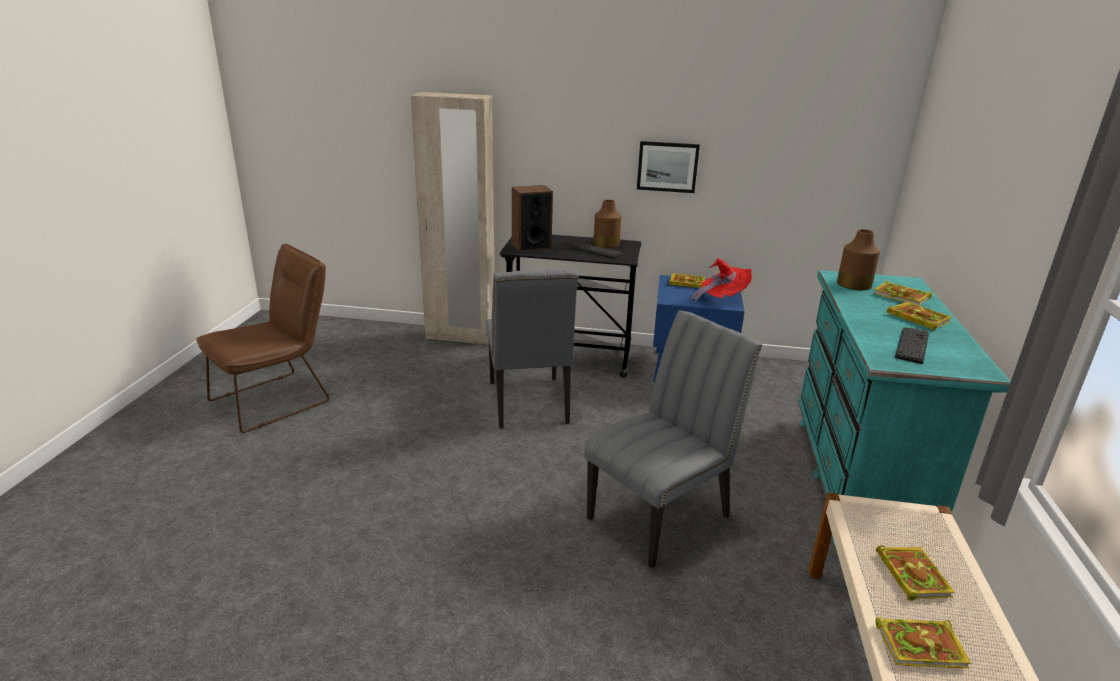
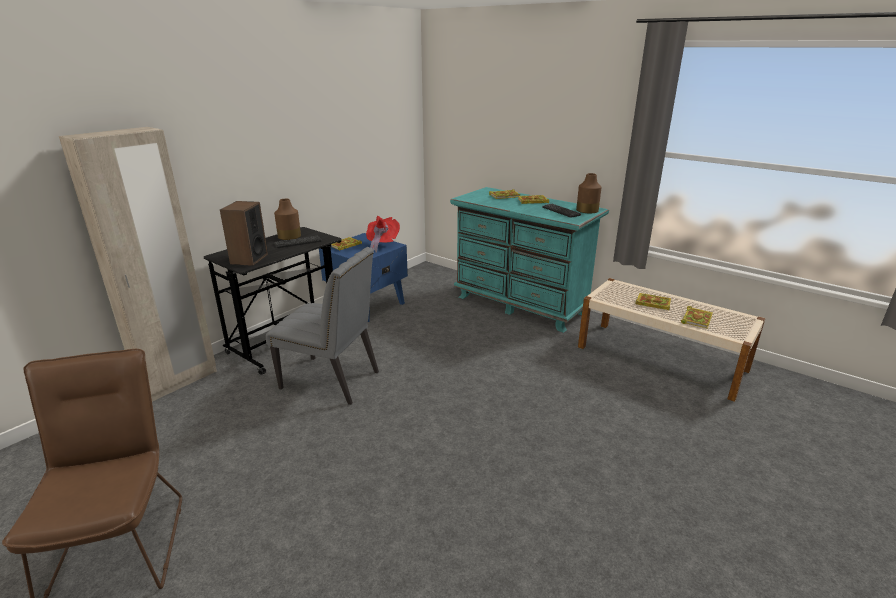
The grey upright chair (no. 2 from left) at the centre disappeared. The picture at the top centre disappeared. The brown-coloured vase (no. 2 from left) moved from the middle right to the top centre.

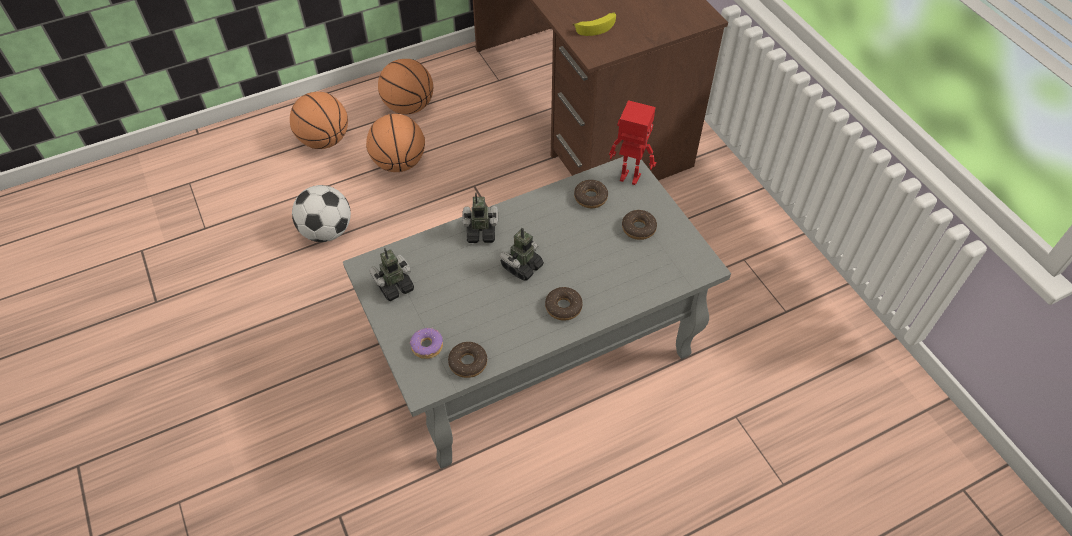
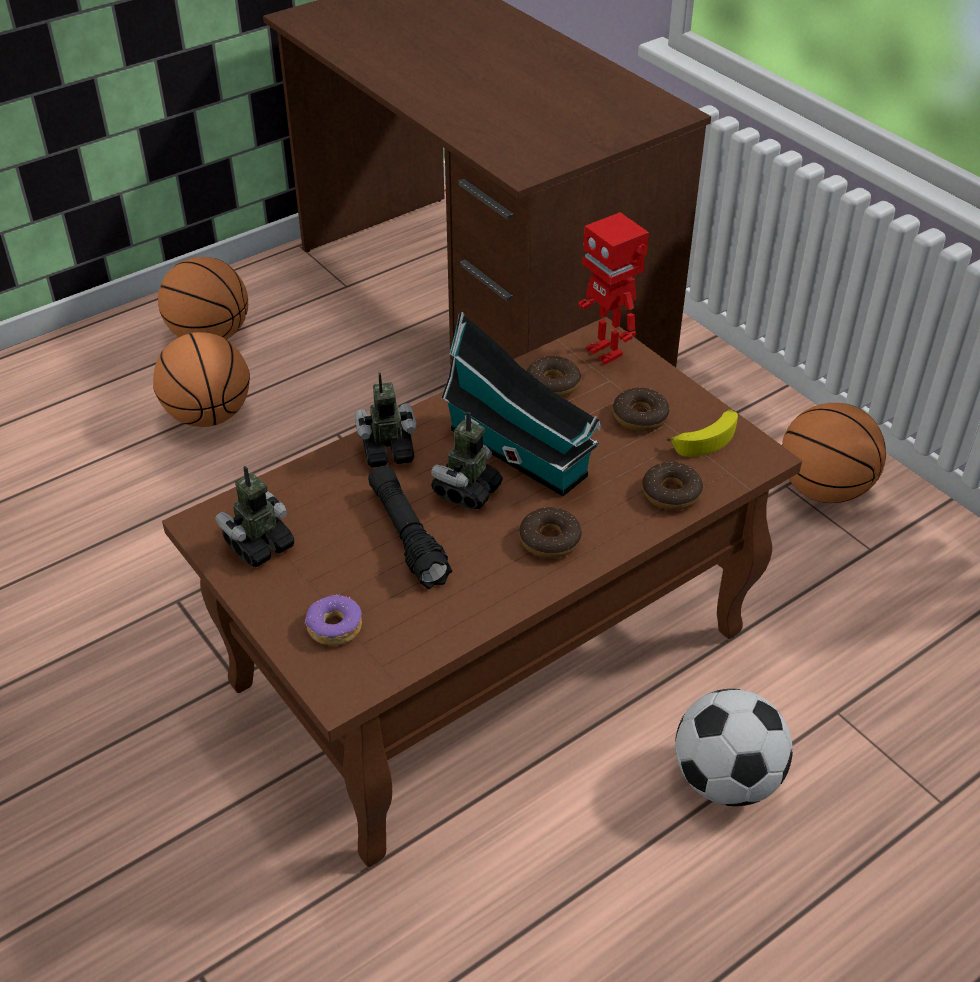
The ball for basketball (no. 1 from left in the first image) moved from the top left to the middle right. The ball for football moved from the middle left to the bottom right. The grey coffee table at the centre became the brown-coloured coffee table at the centre. The doughnut (no. 2 from left in the first image) moved from the bottom centre to the middle right. The banana moved from the top centre to the middle right. The toy robot (no. 4 from left) at the top centre turned 135 degrees counterclockwise. The black-coloured flashlight at the centre appeared. The toy house at the centre appeared.

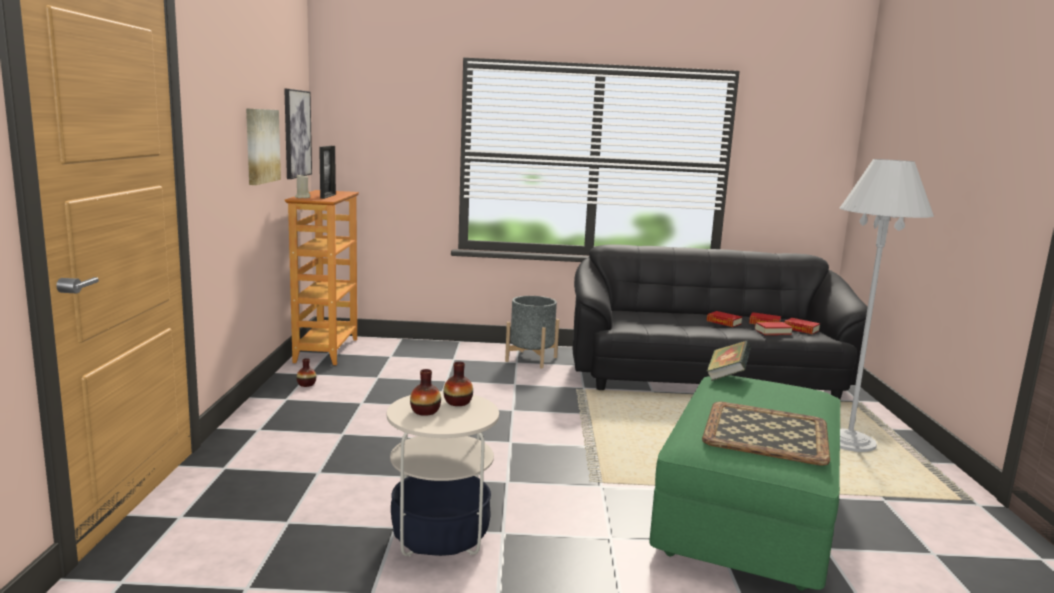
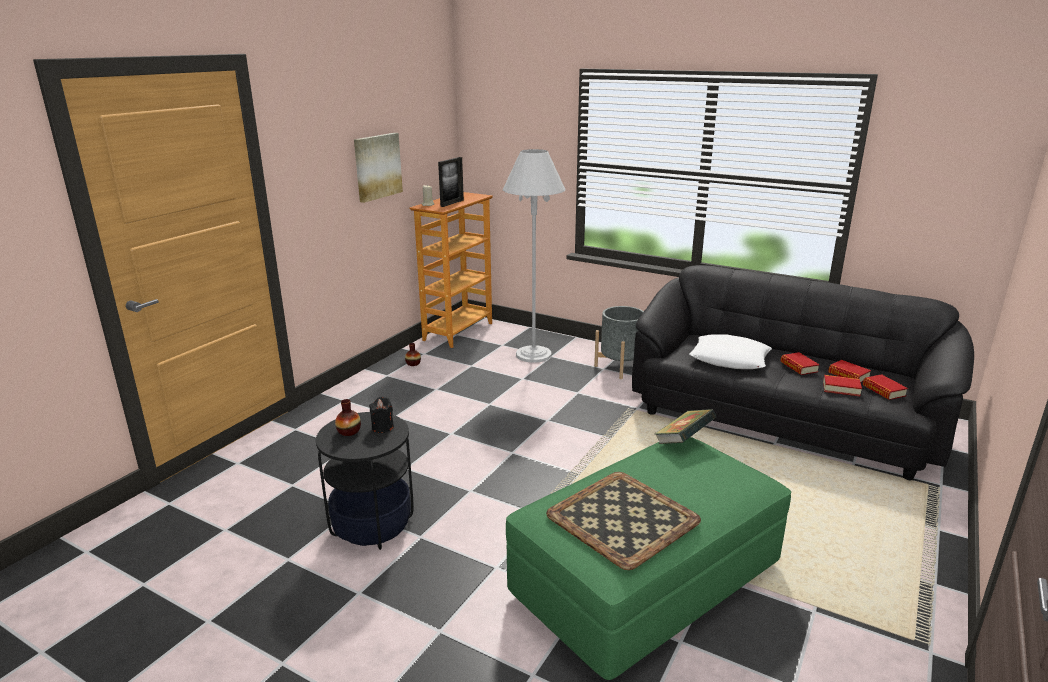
The picture (no. 2 from left) at the top left disappeared. The sand-coloured end table at the bottom centre became the black-coloured end table at the bottom centre. The vase (no. 3 from left) at the centre was replaced by the black-coloured candle at the centre. The whitish standard lamp moved from the middle right to the centre. The whitish pillow at the middle right appeared.

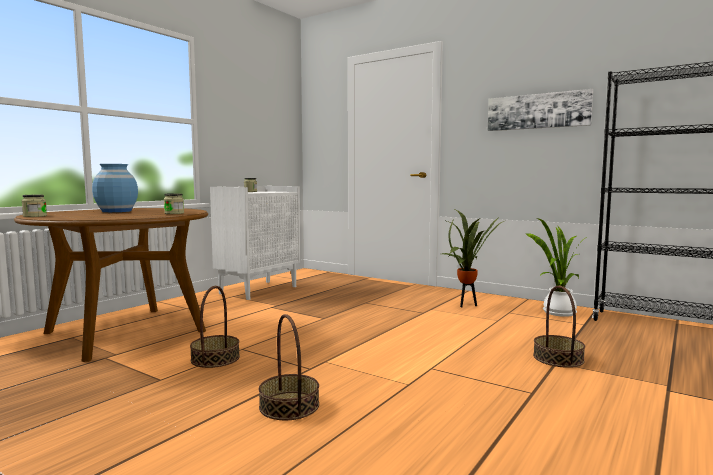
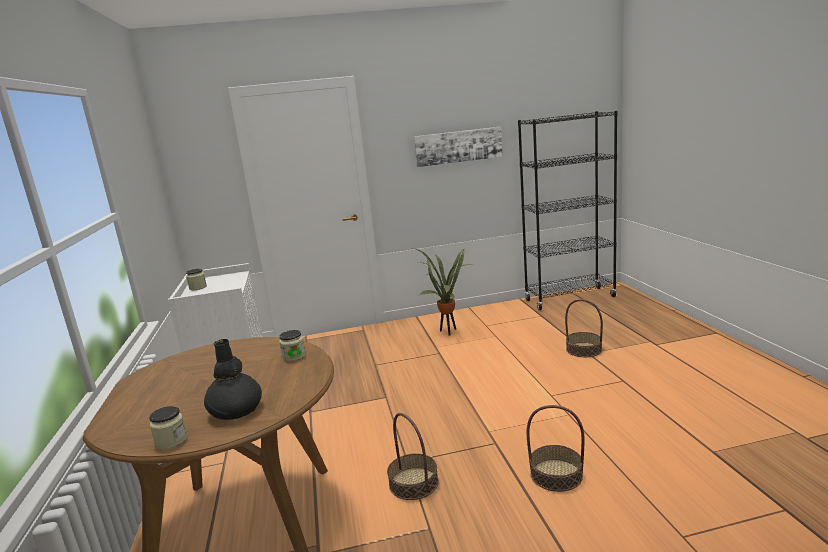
The blue vase at the middle left disappeared. The plant in a pot (no. 2 from left) at the middle right disappeared. The black-coloured vase at the bottom left appeared.

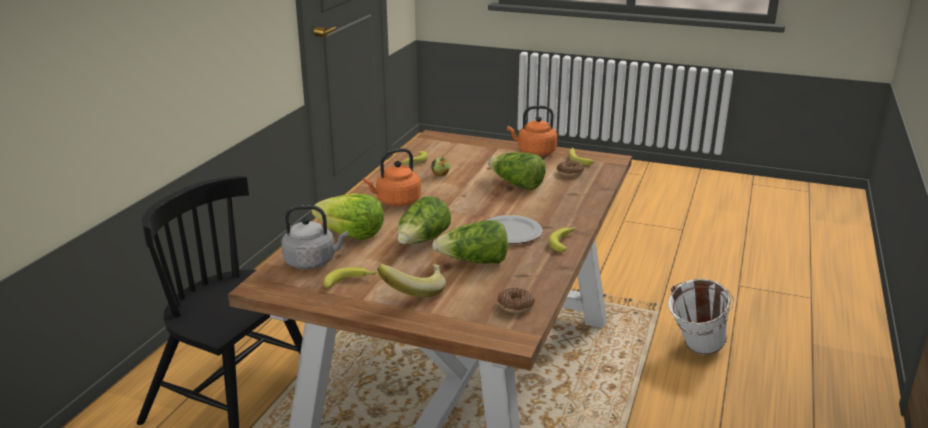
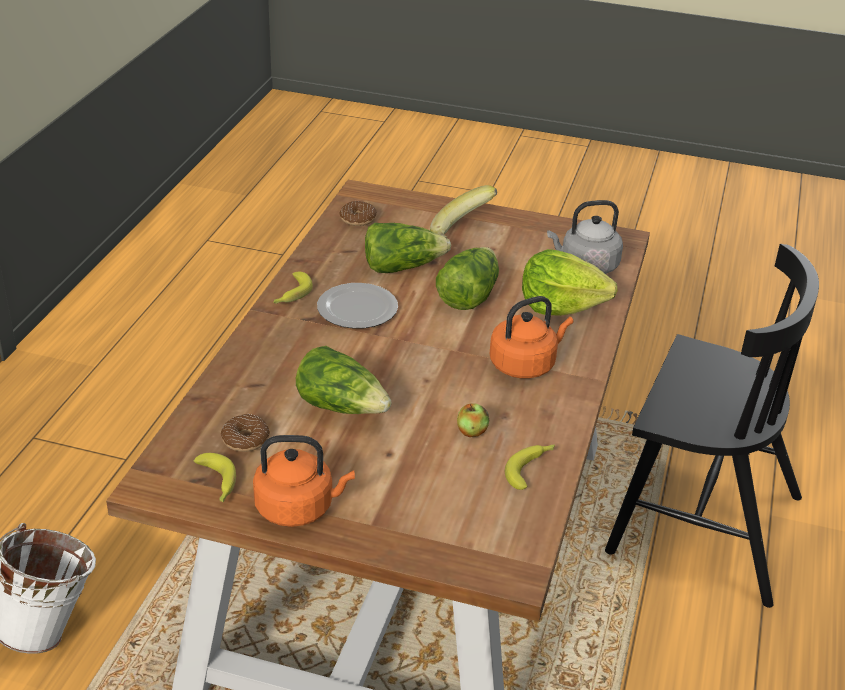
The banana (no. 1 from left) at the centre disappeared.

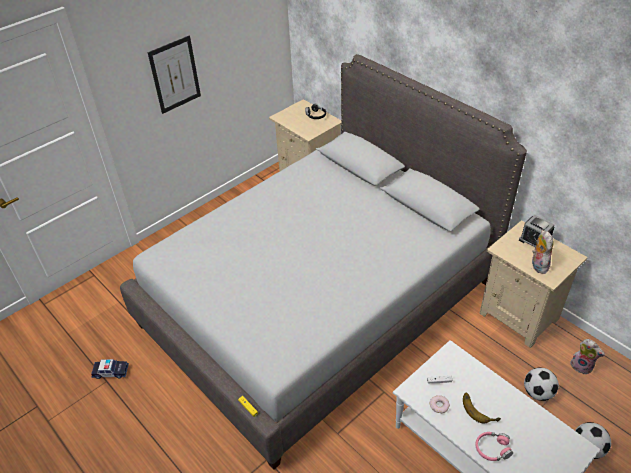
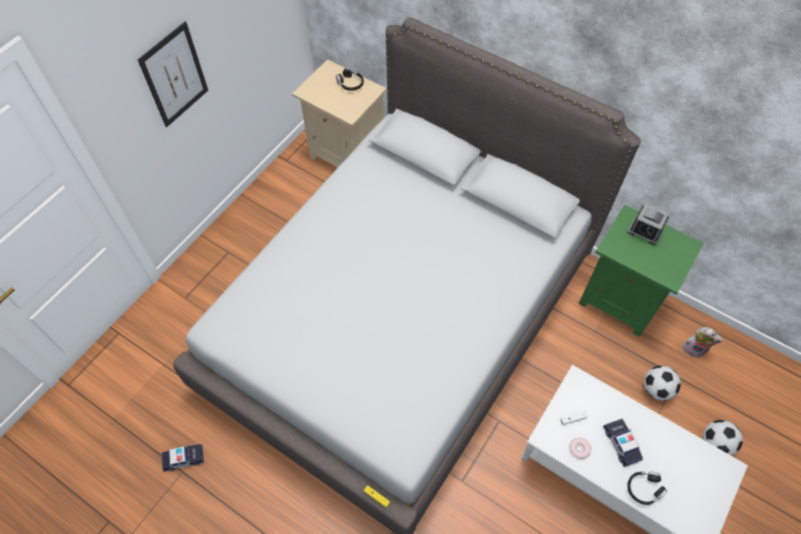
The banana at the bottom right was replaced by the toy car (no. 2 from left) at the bottom right. The pink-coloured headset at the bottom right became the black-coloured headset (no. 2 from left) at the bottom right. The sand-coloured bedside table (no. 2 from left) at the middle right became the green bedside table at the middle right. The cuddly toy (no. 1 from left) at the middle right disappeared.

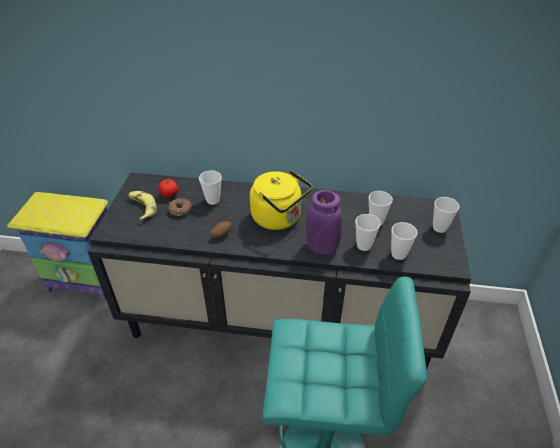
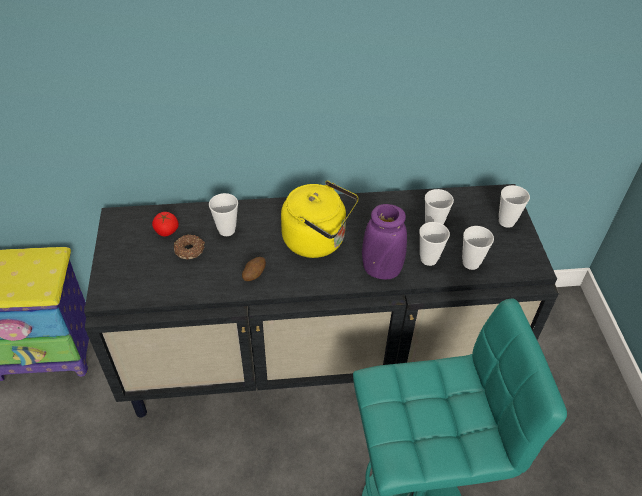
The banana at the middle left disappeared.

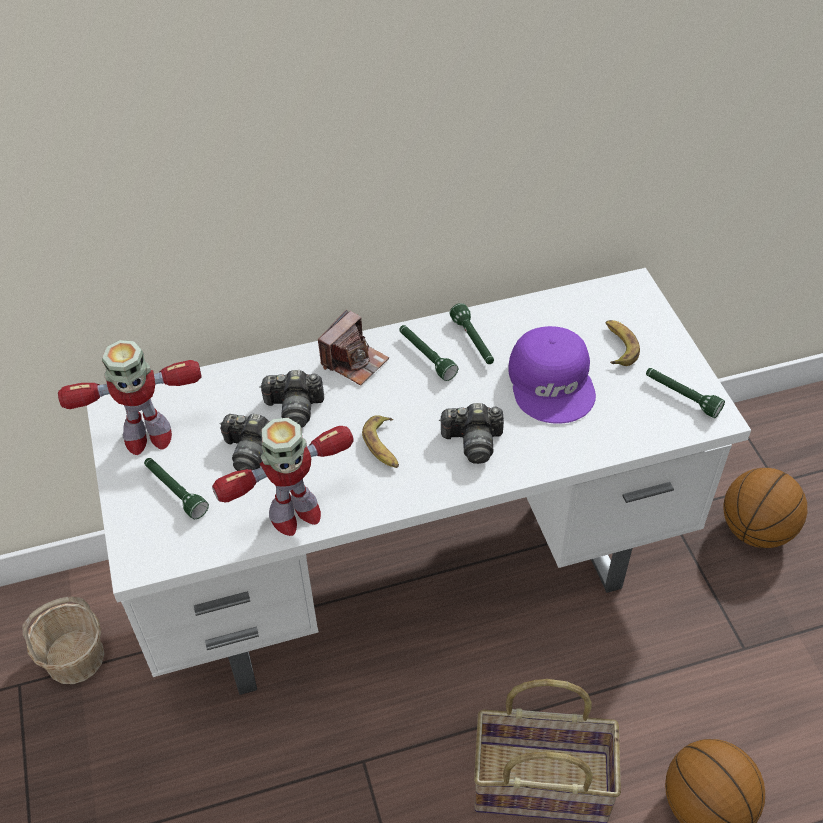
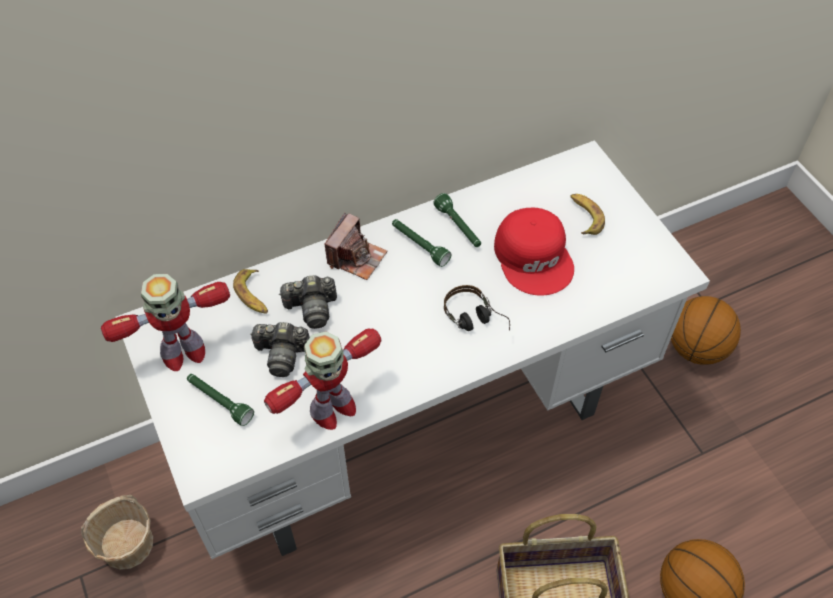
The banana (no. 1 from left) moved from the centre to the middle left. The photo camera (no. 4 from left) at the centre was replaced by the headset at the centre. The purplish peaked cap at the middle right became the red-coloured peaked cap at the centre. The green flashlight (no. 4 from left) at the middle right disappeared.

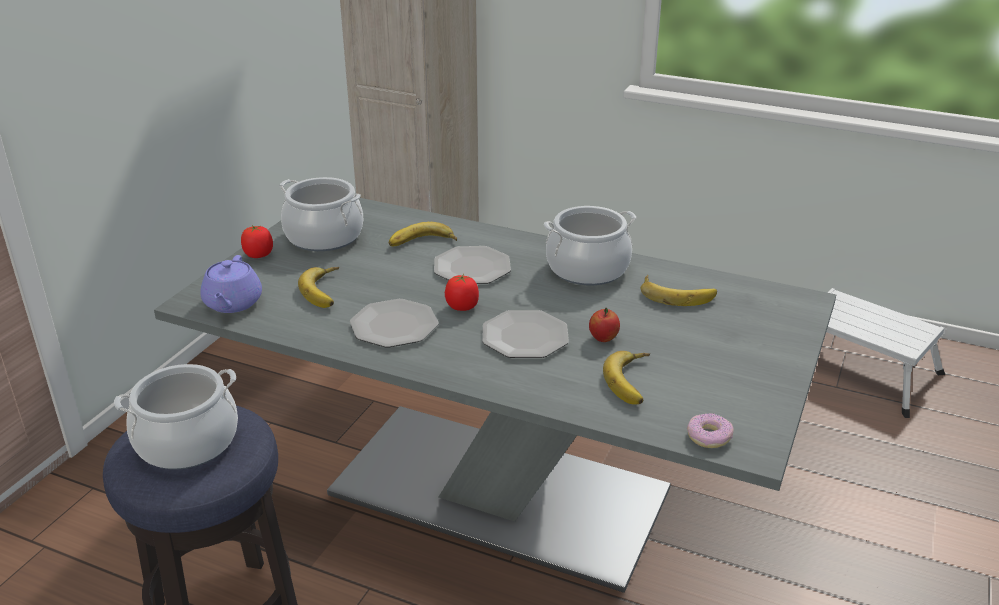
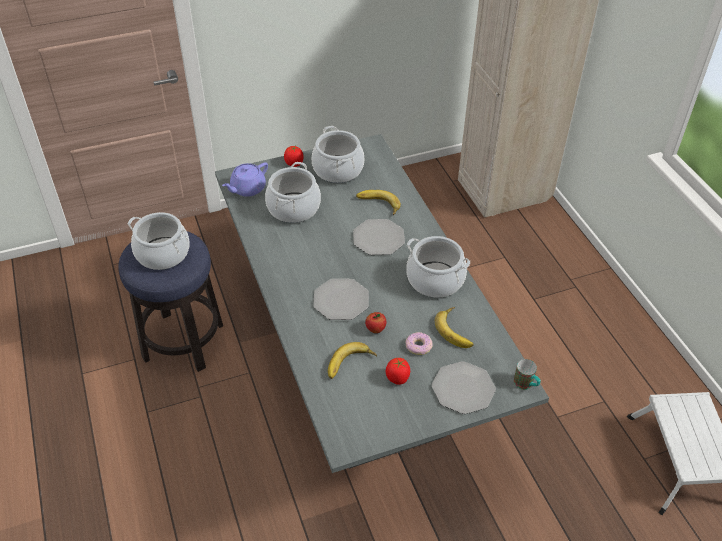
The banana (no. 1 from left) at the middle left was replaced by the stockpot (no. 2 from left) at the centre. The flat dish (no. 1 from left in the first image) moved from the centre to the bottom centre. The whole tomato (no. 2 from left) moved from the centre to the bottom centre. The doughnut moved from the bottom right to the centre. The mug at the bottom right appeared.

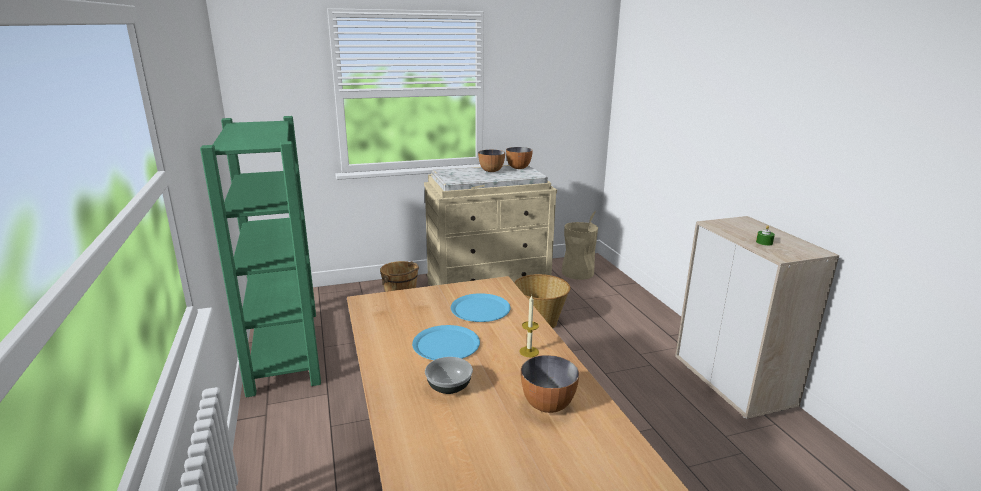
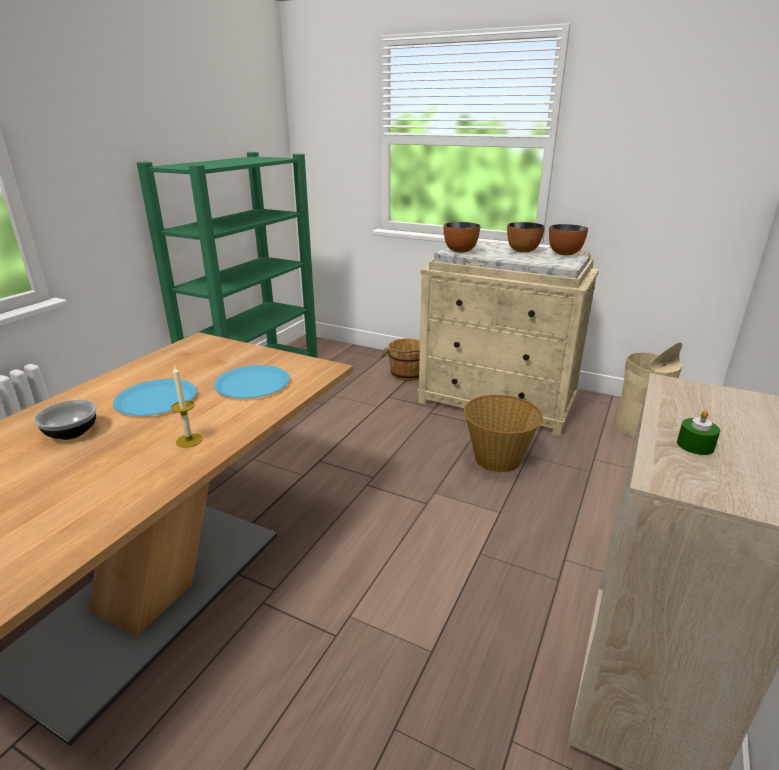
The serving bowl (no. 4 from left in the first image) moved from the bottom centre to the top centre.

